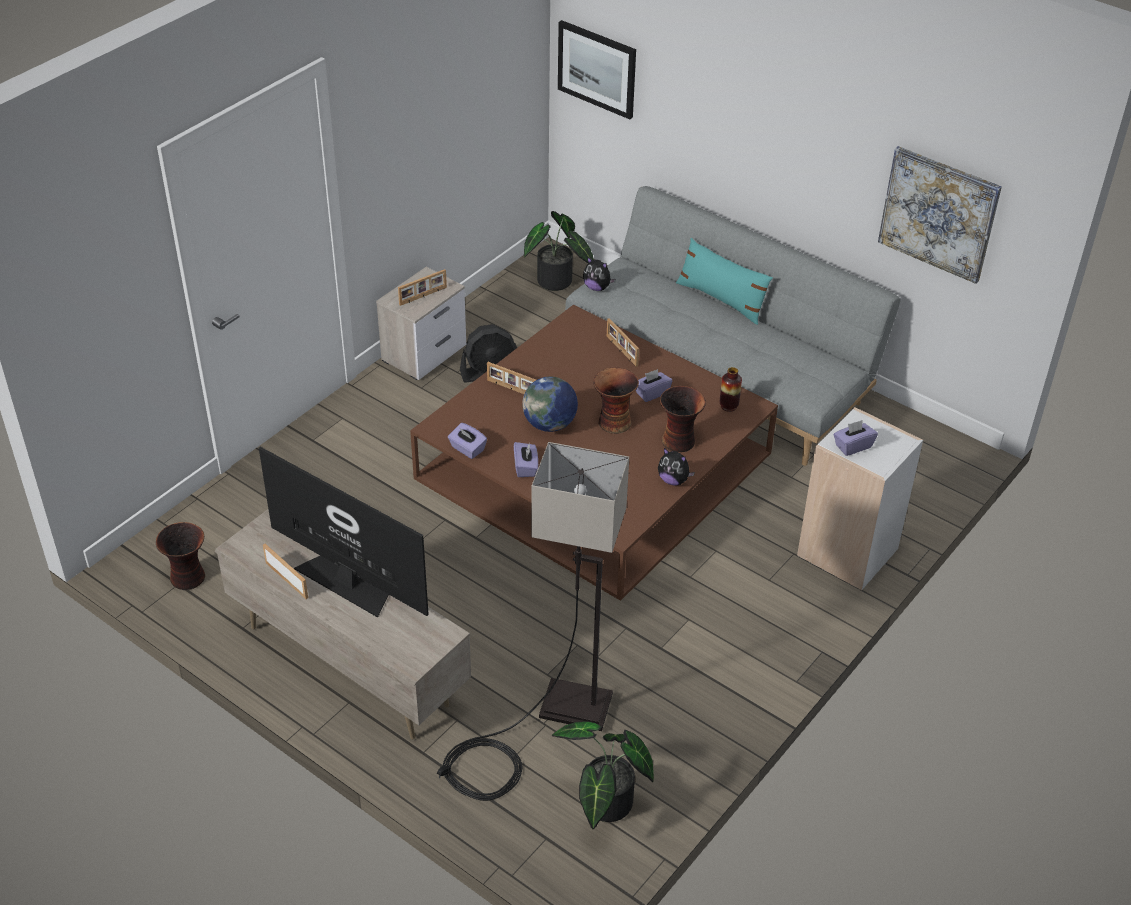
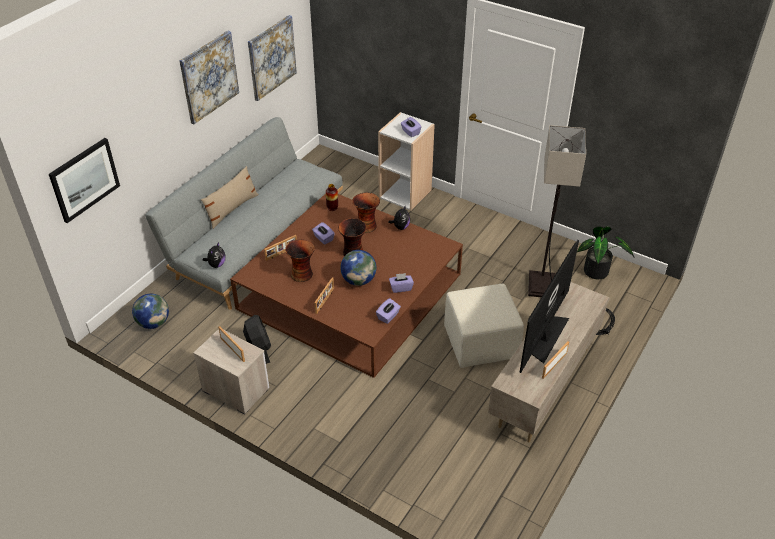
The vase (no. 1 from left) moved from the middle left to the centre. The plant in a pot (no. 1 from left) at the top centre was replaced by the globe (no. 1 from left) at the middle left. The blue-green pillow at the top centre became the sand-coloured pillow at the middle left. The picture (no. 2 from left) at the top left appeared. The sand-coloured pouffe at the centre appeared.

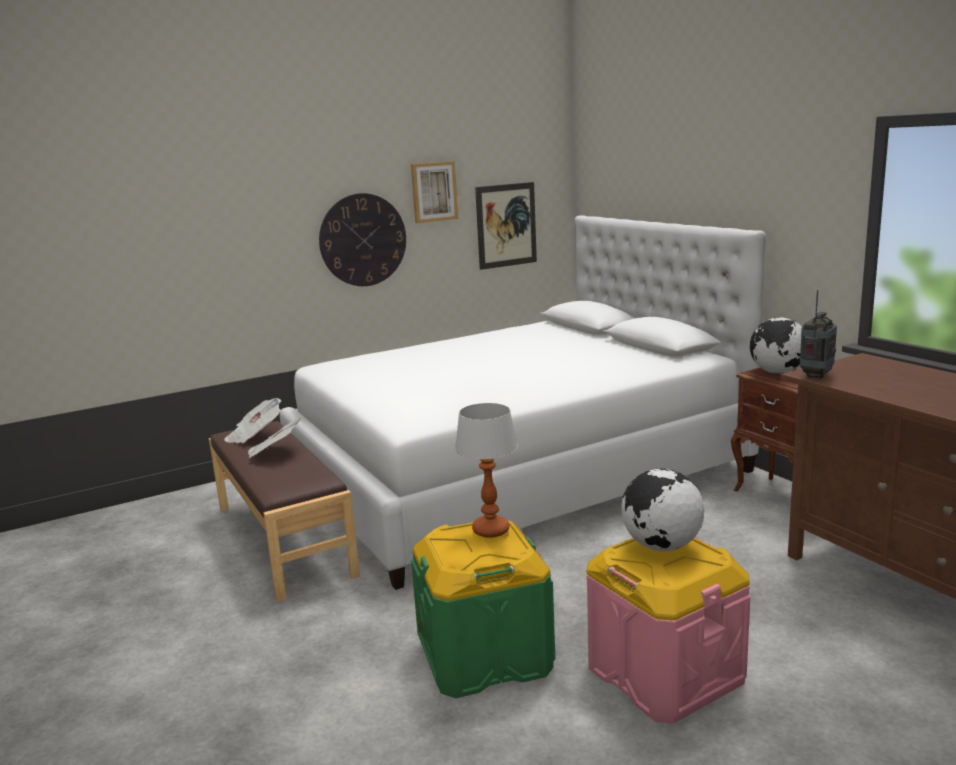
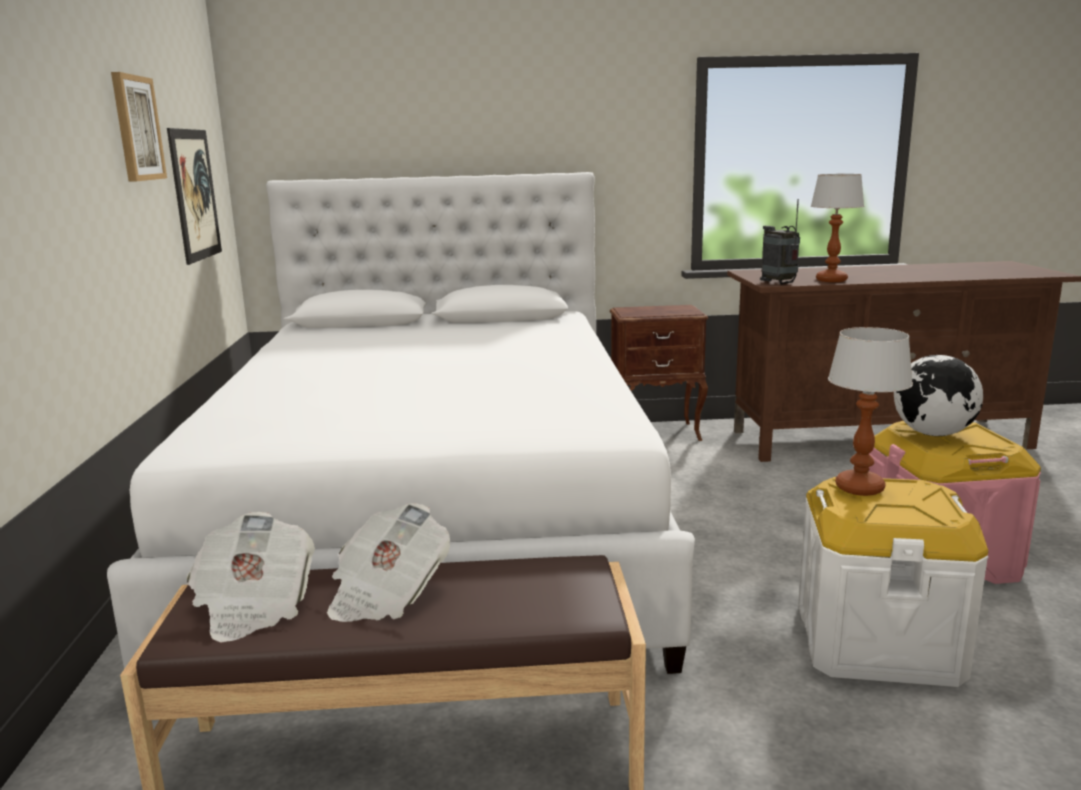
The hanging clock at the top centre disappeared. The green storage box at the bottom centre became the whitish storage box at the bottom right. The globe (no. 2 from left) at the middle right disappeared. The tabletop lamp (no. 1 from left) at the top right appeared.

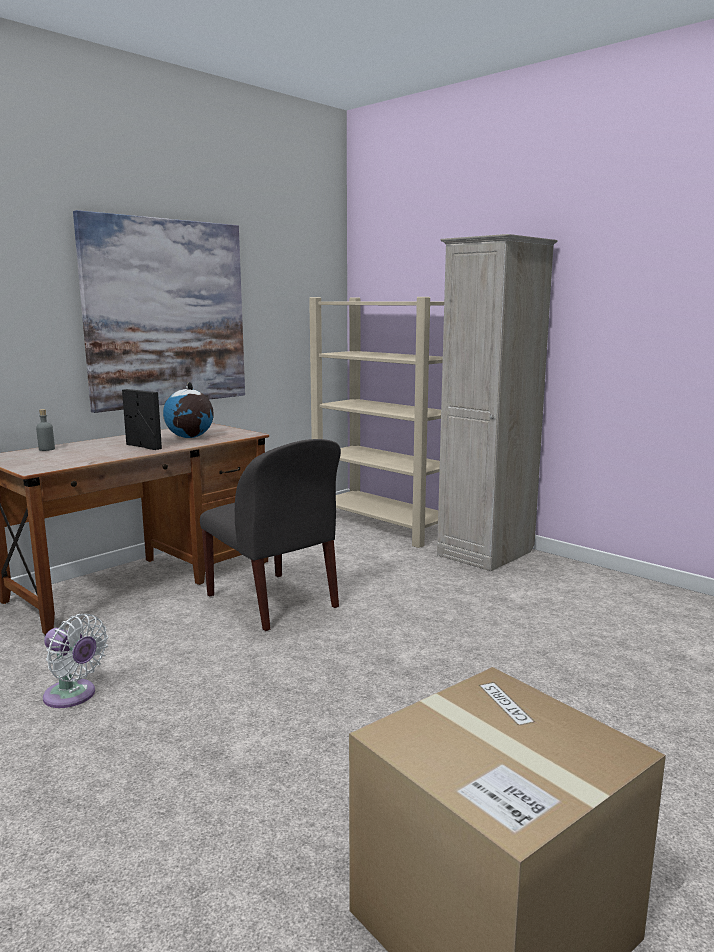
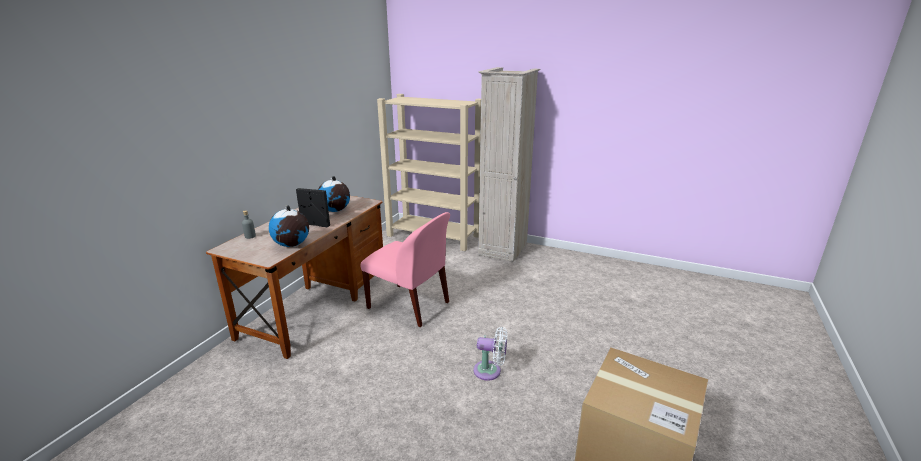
The whitish electric fan moved from the bottom left to the bottom centre. The picture at the top left disappeared. The grey upright chair at the centre became the pink-coloured upright chair at the centre. The globe (no. 1 from left) at the middle left appeared.

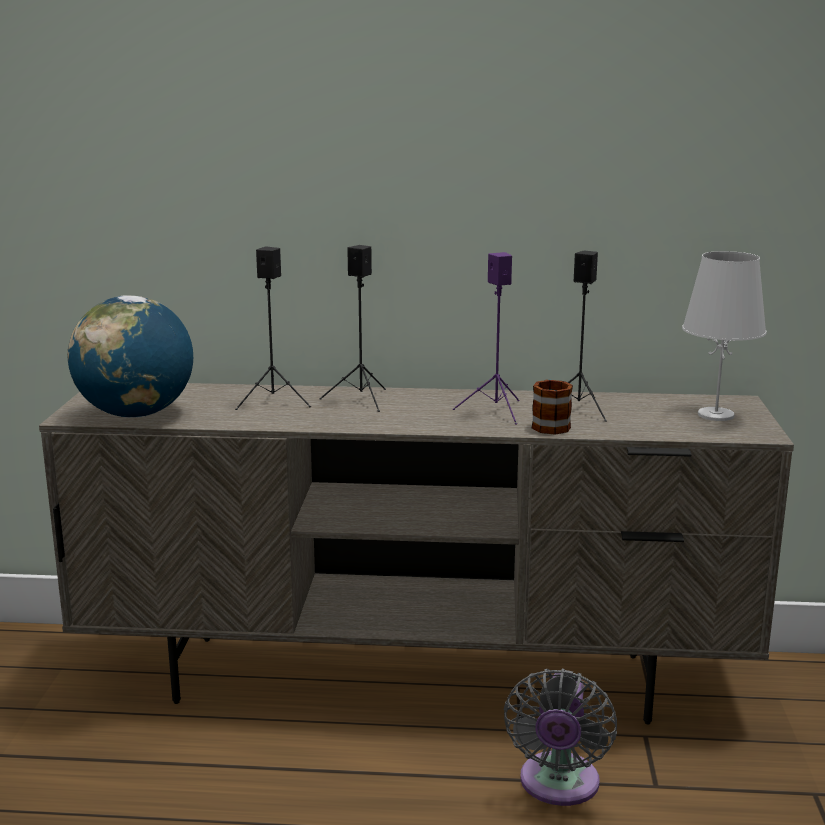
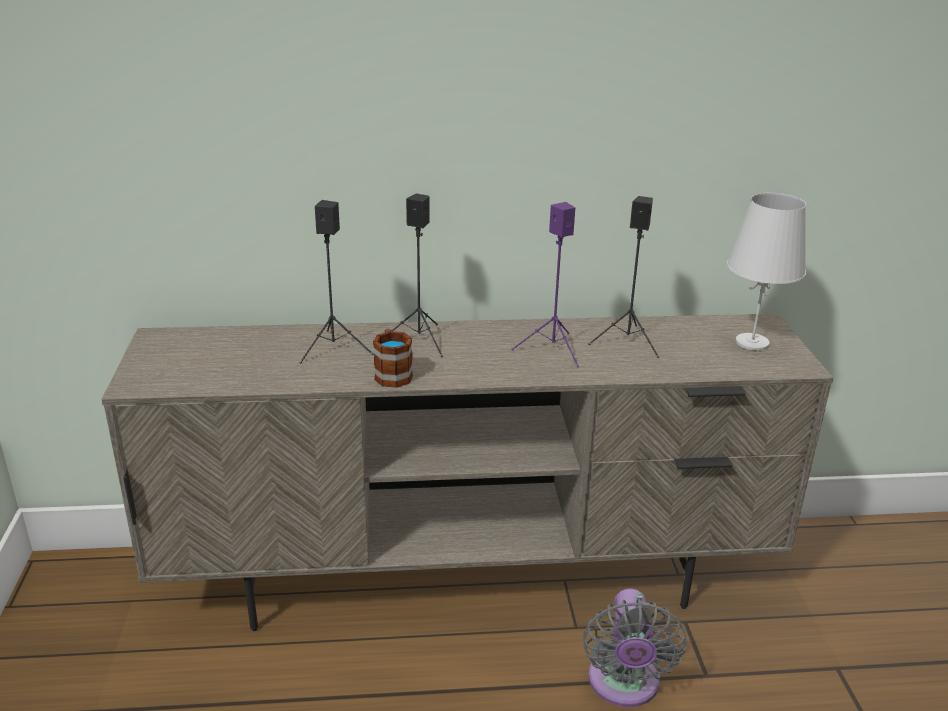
The globe at the middle left disappeared. The mug moved from the middle right to the centre.

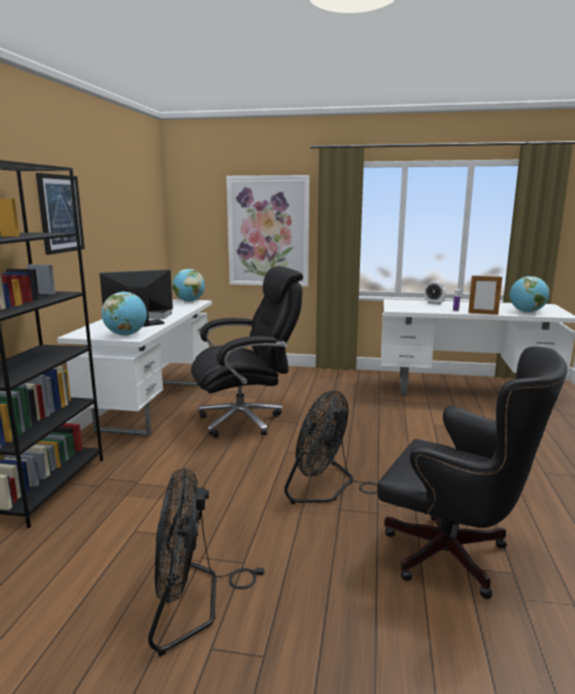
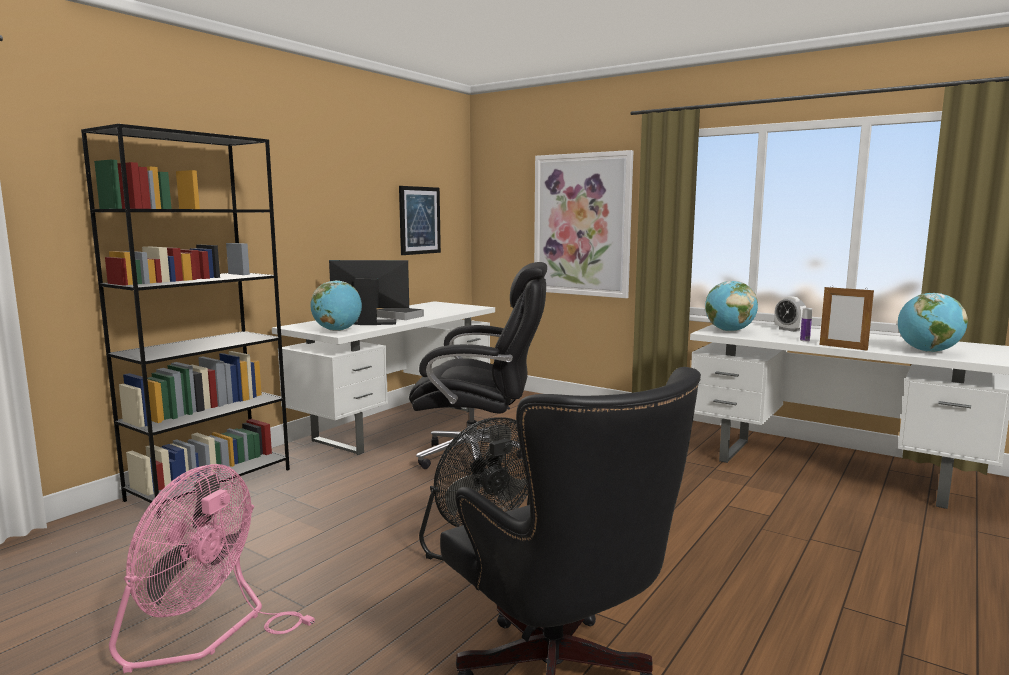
The picture (no. 1 from left) moved from the top left to the top centre. The black-coloured electric fan (no. 1 from left) at the bottom centre became the pink-coloured electric fan at the bottom left. The globe (no. 2 from left) moved from the middle left to the middle right.

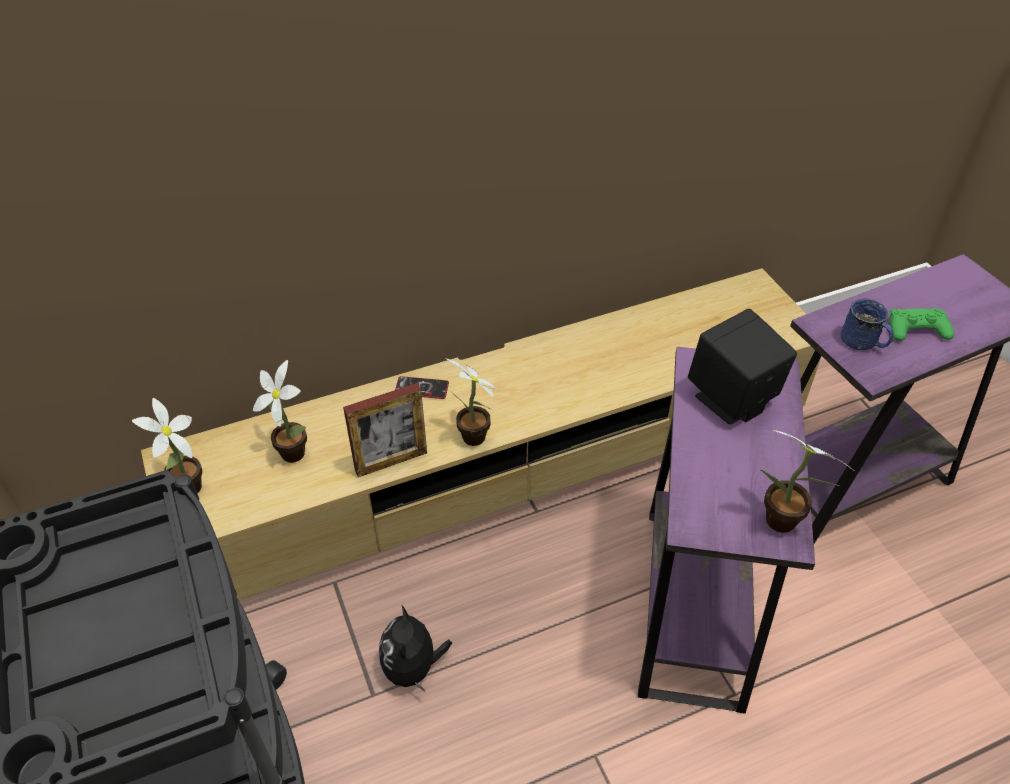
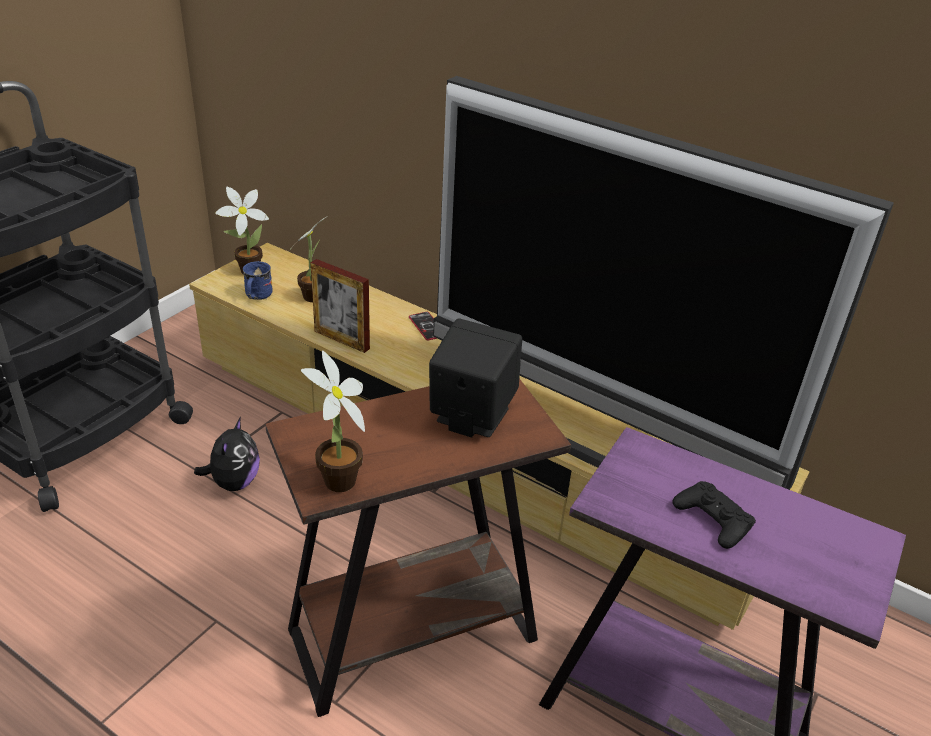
The cuddly toy at the bottom centre turned 135 degrees clockwise. The plant in a pot (no. 3 from left) at the centre disappeared. The purplish end table (no. 1 from left) at the bottom right became the brown-coloured end table at the bottom centre. The blue mug moved from the middle right to the middle left. The green joypad at the middle right became the black-coloured joypad at the bottom right. The TV at the middle right appeared.

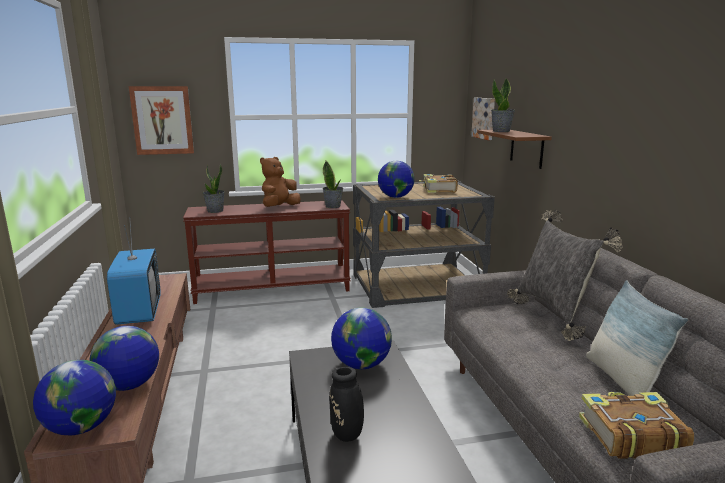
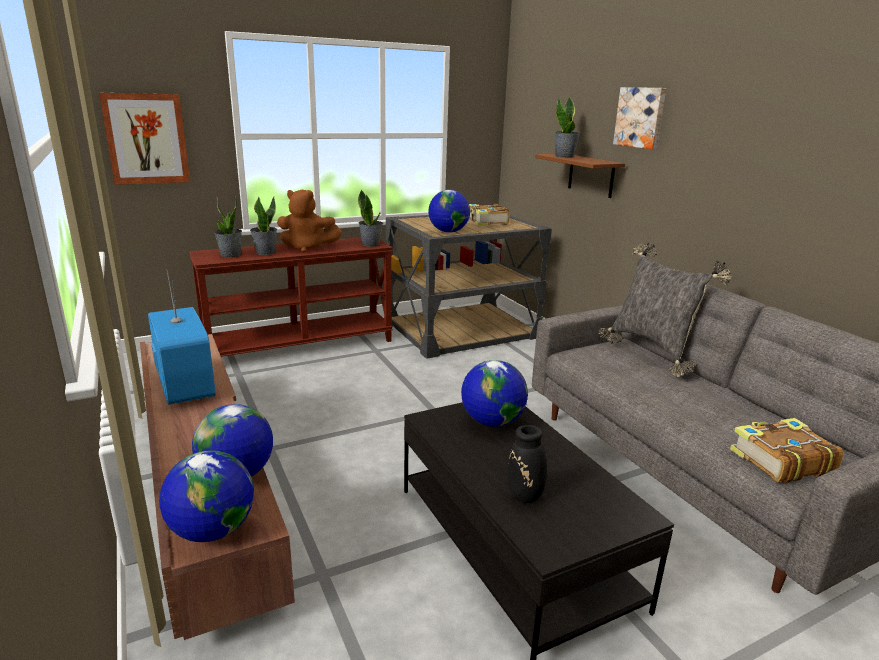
The brown-coloured cuddly toy at the centre turned 105 degrees counterclockwise. The picture (no. 2 from left) moved from the top centre to the top right. The pillow (no. 2 from left) at the bottom right disappeared. The plant in a pot (no. 2 from left) at the middle left appeared.

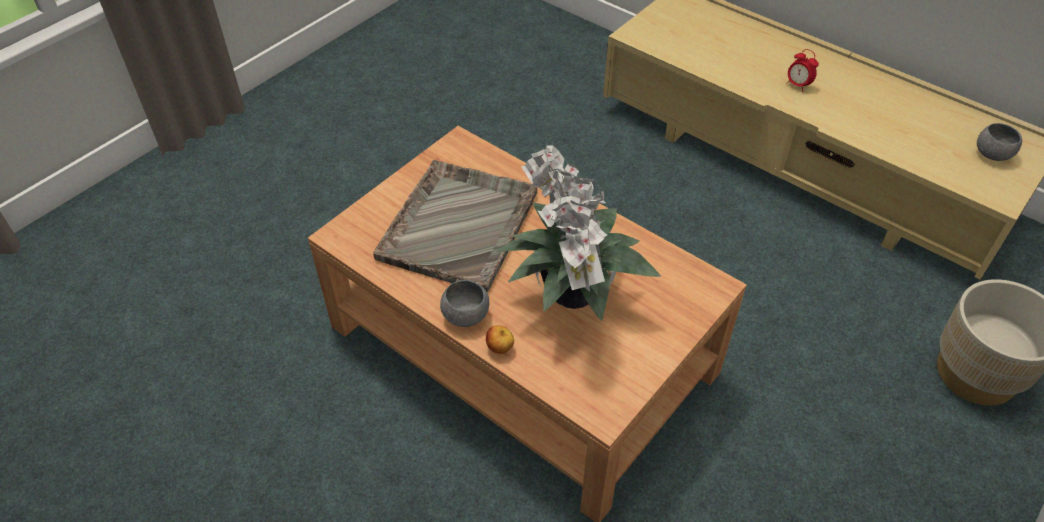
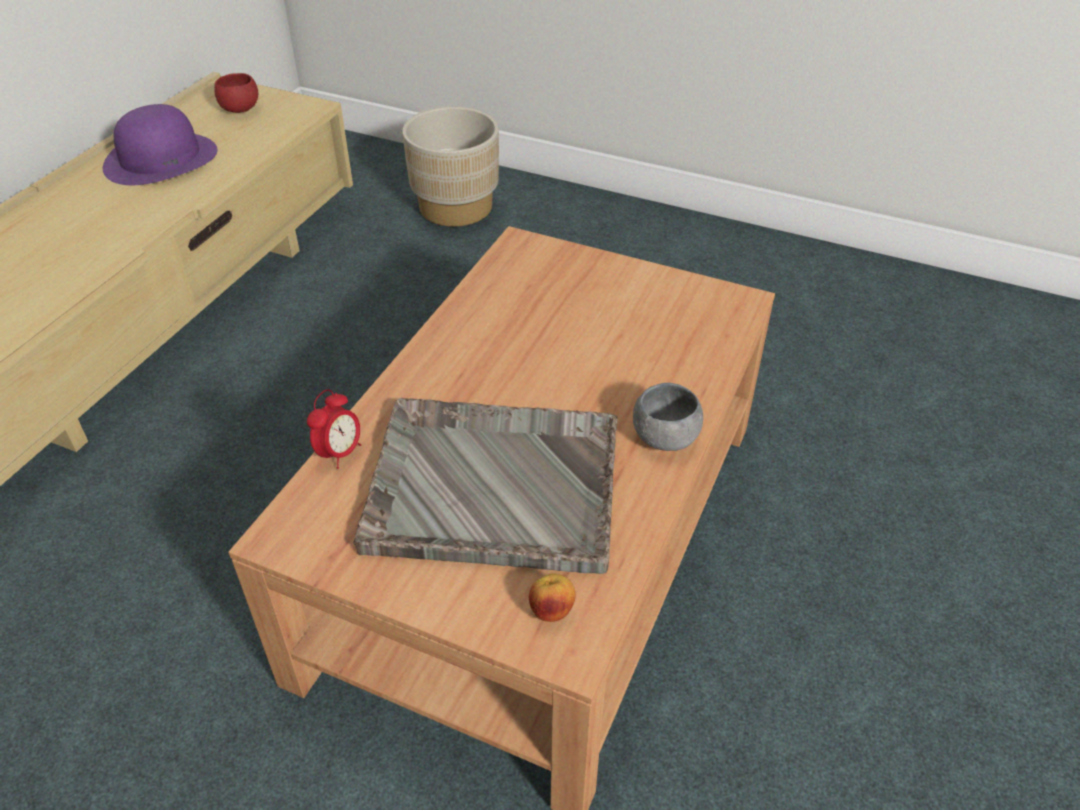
The whole apple moved from the centre to the bottom centre. The plant in a pot at the centre disappeared. The table clock moved from the top right to the middle left. The grey serving bowl (no. 2 from left) at the top right became the red-coloured serving bowl at the top left. The purplish wearable hat at the top left appeared.

